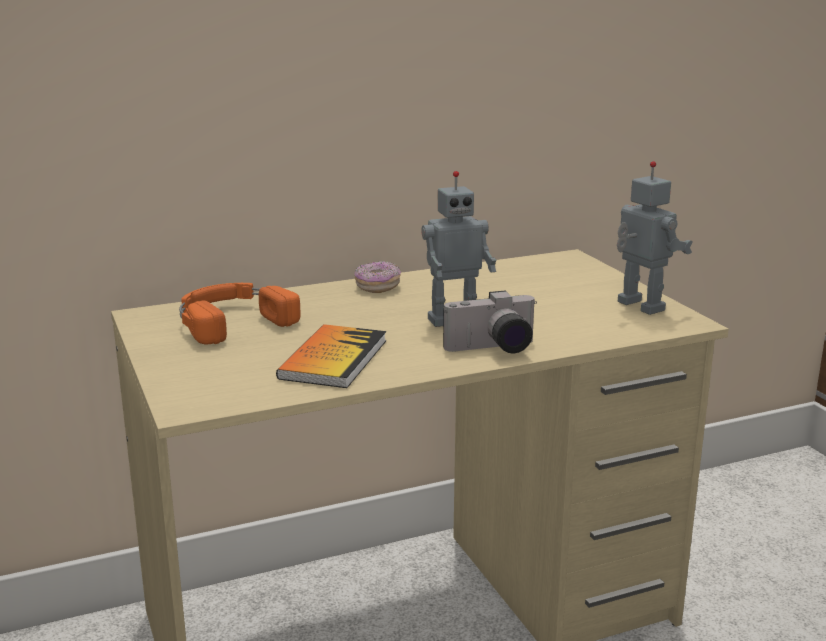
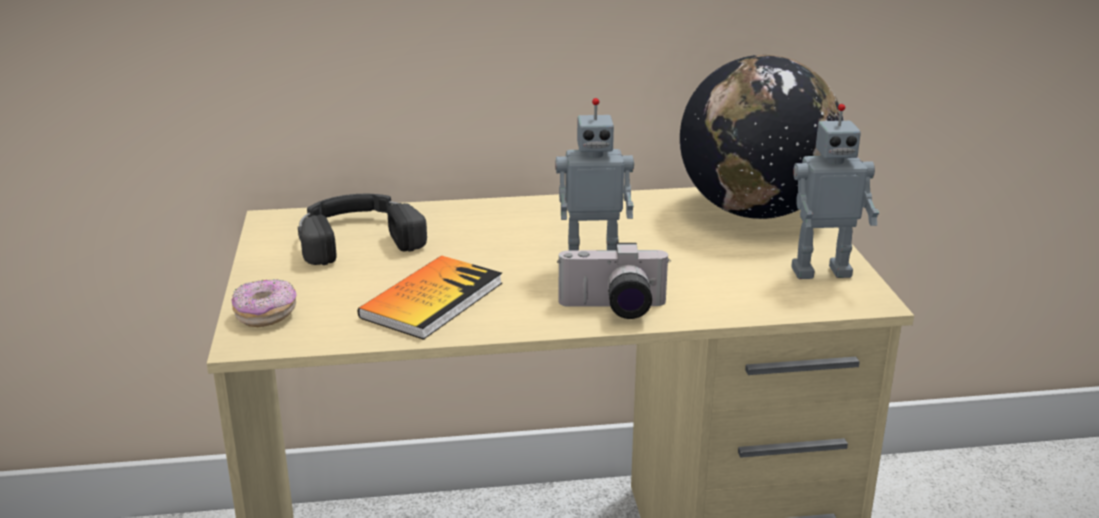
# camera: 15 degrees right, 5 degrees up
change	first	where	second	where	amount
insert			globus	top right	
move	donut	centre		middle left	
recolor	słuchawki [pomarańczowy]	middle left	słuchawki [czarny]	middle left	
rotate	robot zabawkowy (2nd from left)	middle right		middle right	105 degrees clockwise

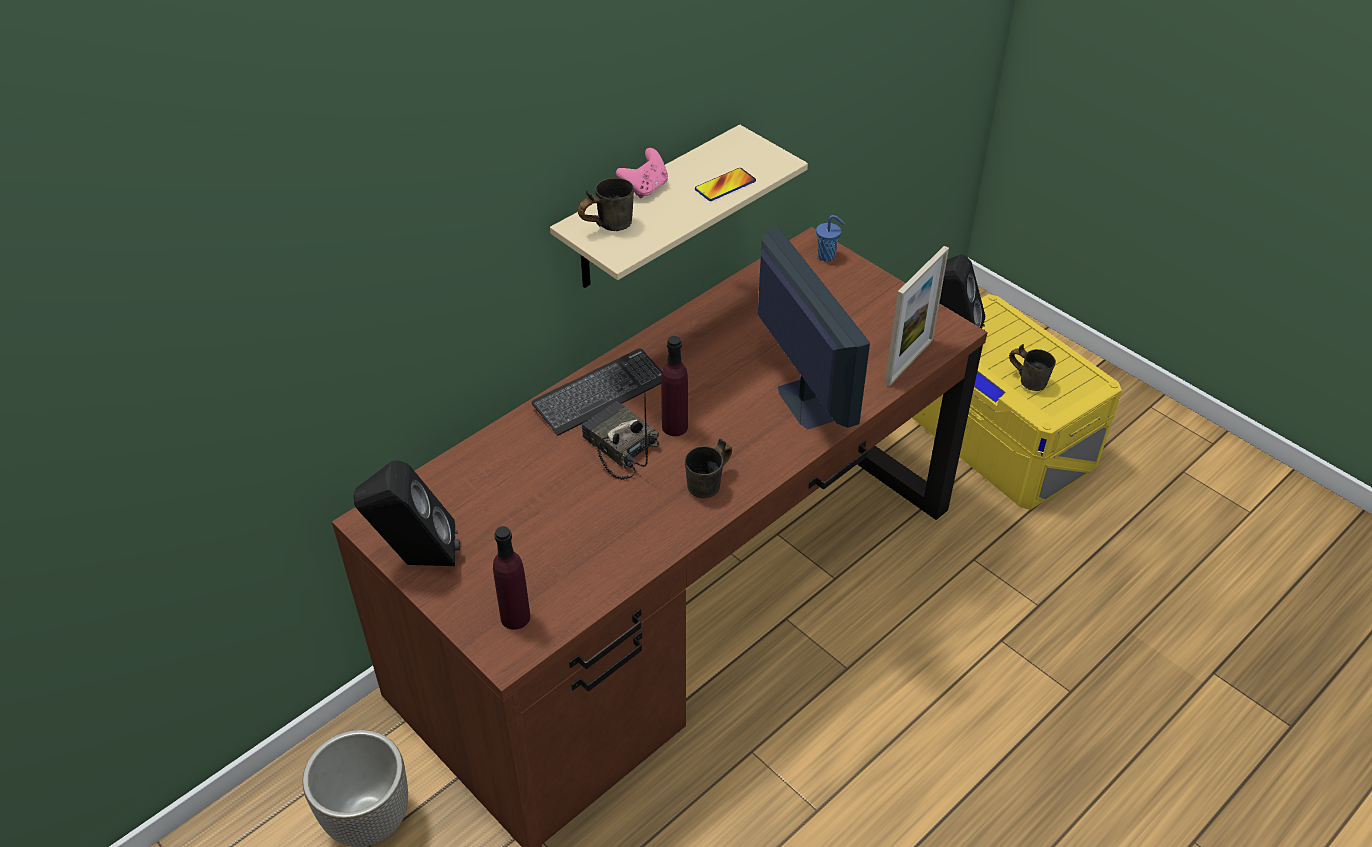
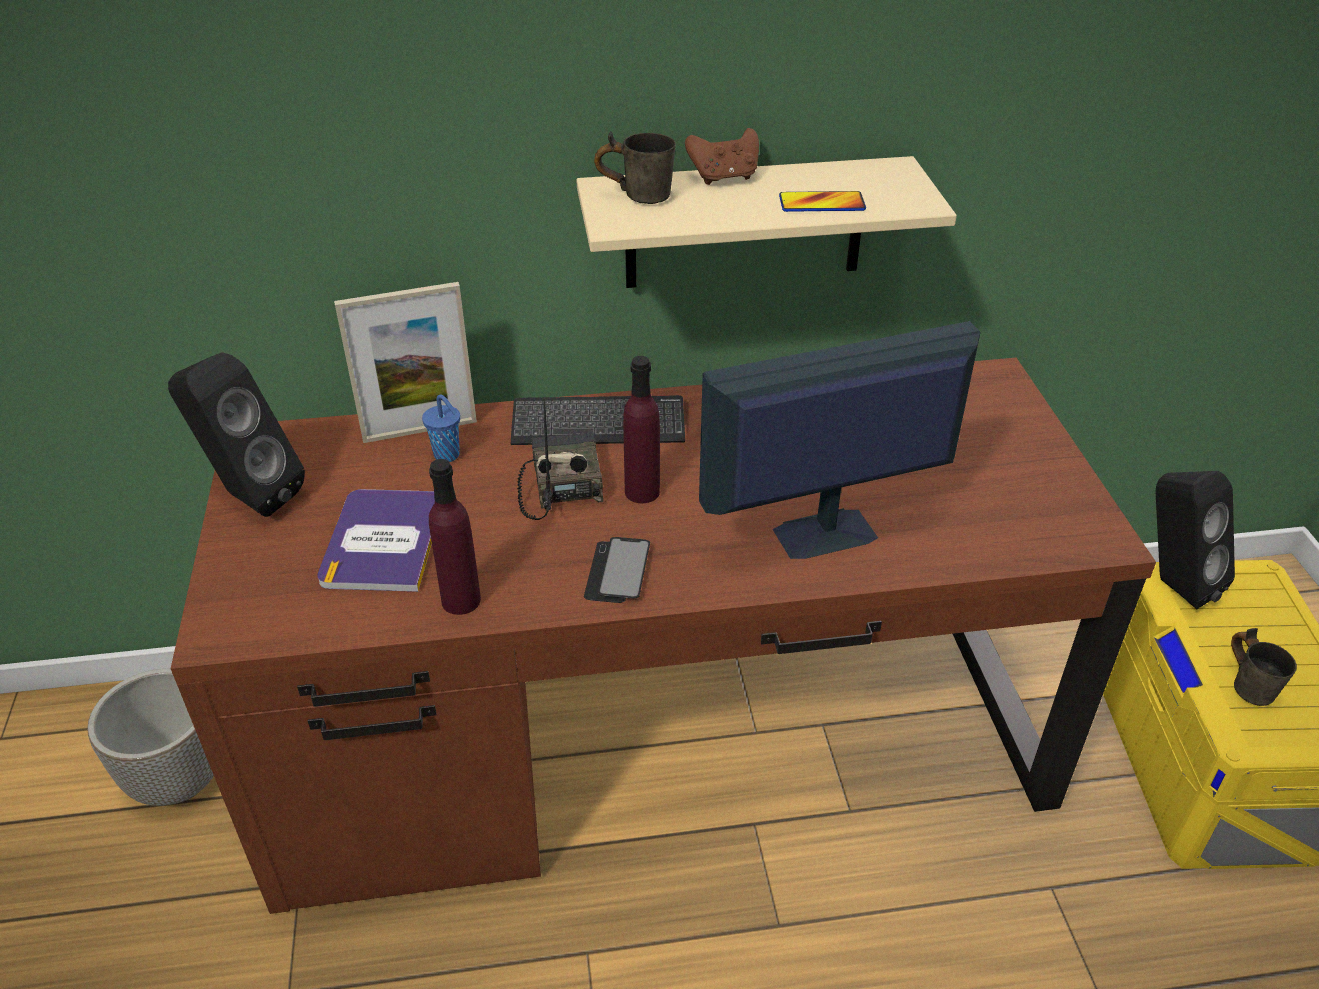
# camera: 35 degrees right, 5 degrees down
change	first	where	second	where	amount
insert			książka	middle left	
move	butelka [fioletowy] (1st from left)	bottom centre		centre	
move	filiżanka [niebieski]	top centre		centre	
move	ramka na zdjęcie	middle right		middle left	
replace	kubek [szary] (2nd from left)	centre	telefon (1st from left)	centre	
recolor	pad do gier [różowy]	top centre	pad do gier [brązowy]	top centre	
rotate	monitor	centre		centre	120 degrees counterclockwise

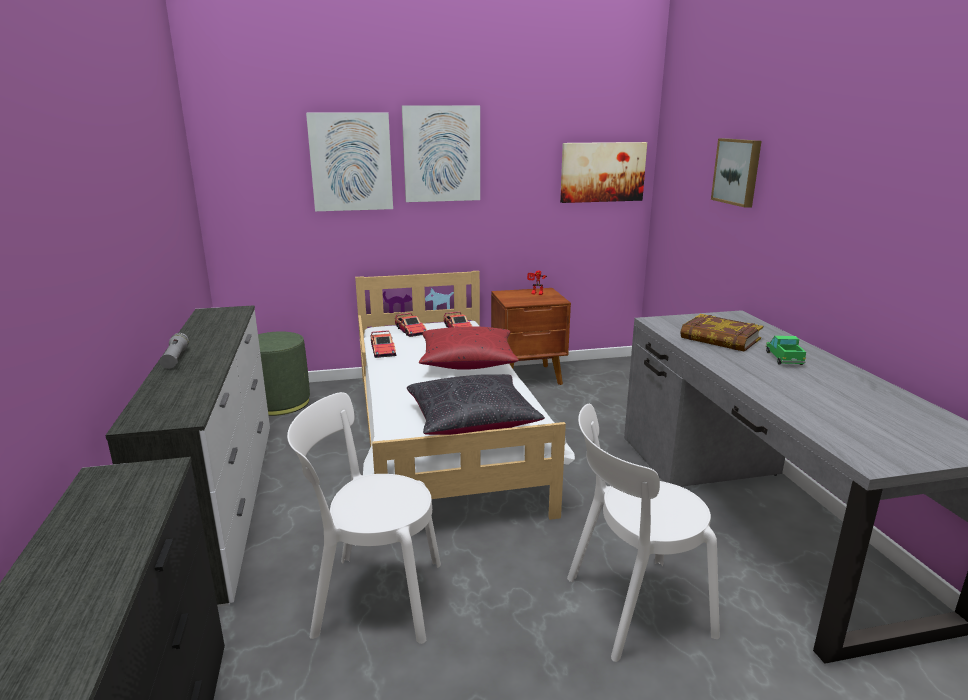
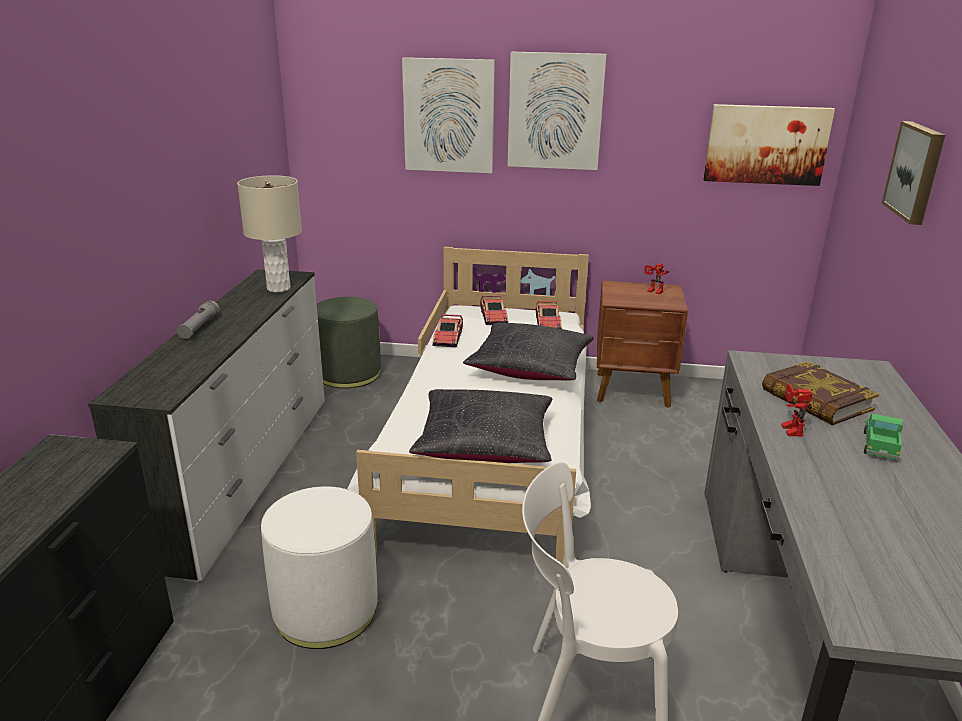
# camera: 20 degrees right, 5 degrees up
change	first	where	second	where	amount
insert			lampa stołowa [beżowy]	top left	
insert			robot zabawkowy (2nd from left)	middle right	
replace	krzesło [biały] (1st from left)	bottom centre	pufa [biały]	bottom left	
recolor	poduszka [czerwony]	centre	poduszka [czarny] (2nd from left)	centre	

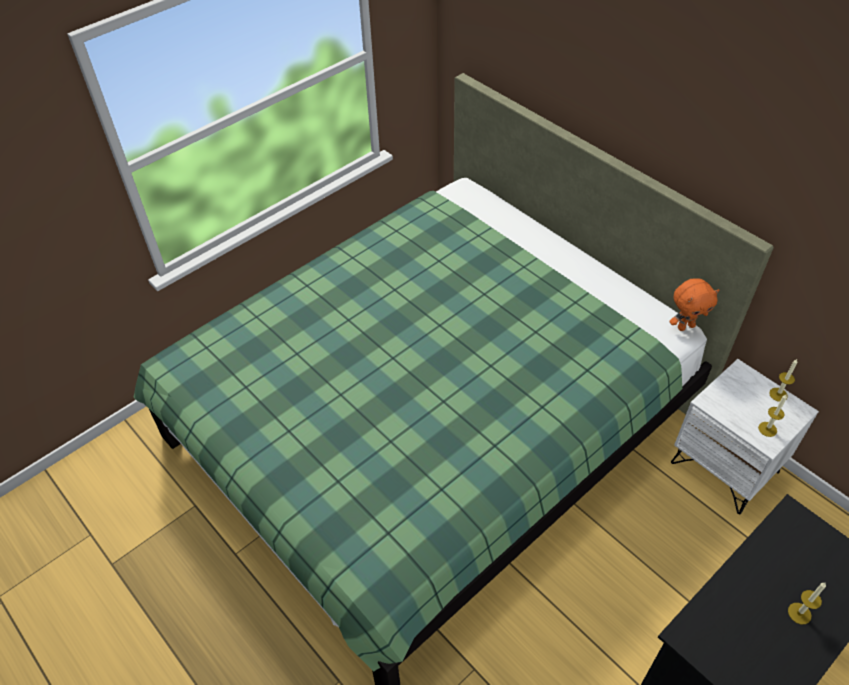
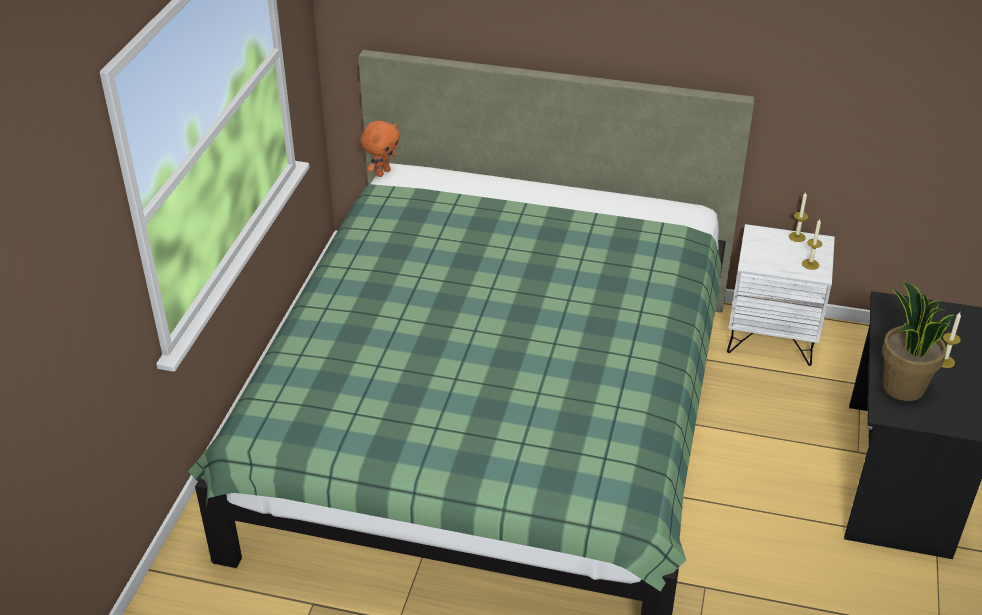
# camera: 35 degrees left, 10 degrees down
change	first	where	second	where	amount
insert			roślina doniczkowa	middle right	
move	pluszak [pomarańczowy]	middle right		top centre	

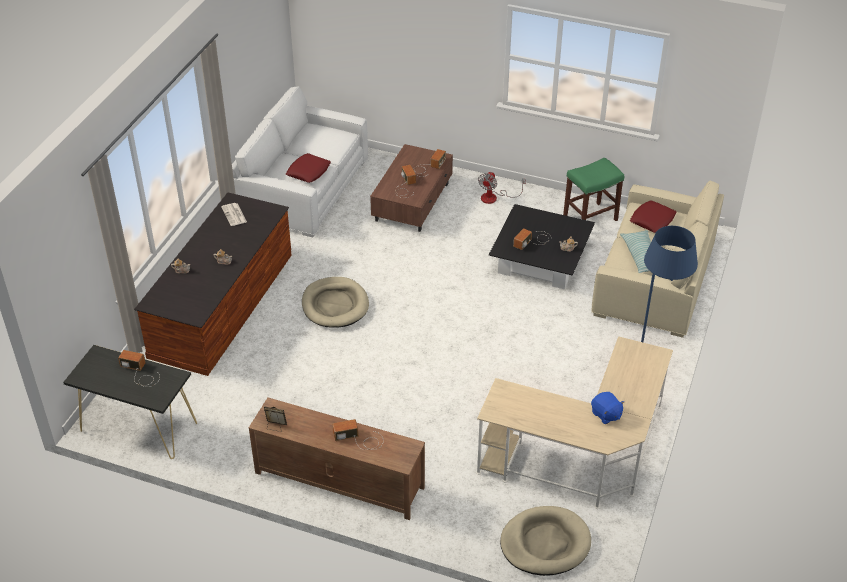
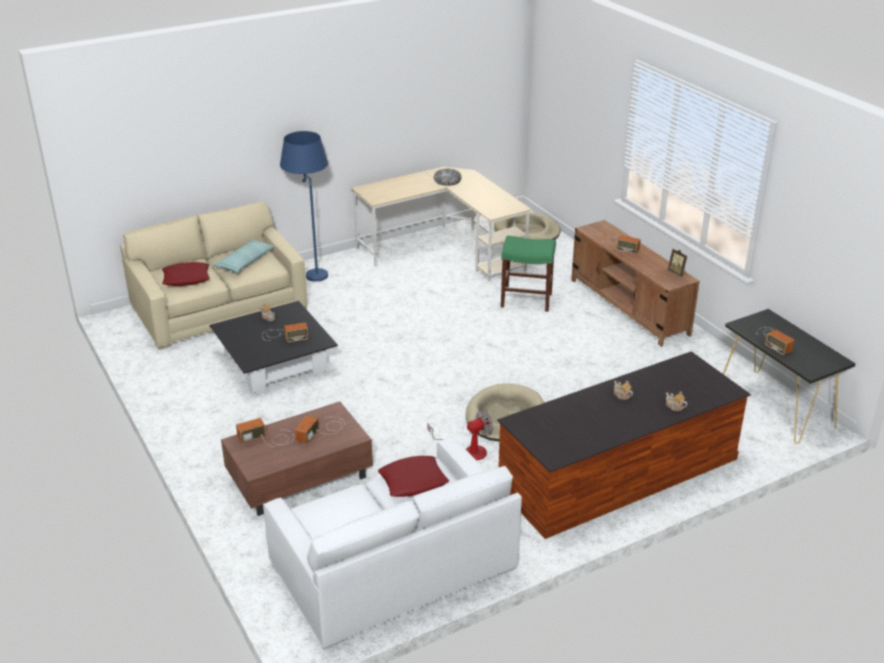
# camera: 140 degrees left, 10 degrees down
change	first	where	second	where	amount
delete	gazeta	middle left			
move	wentylator	top centre		centre	
move	stołek [zielony]	top right		centre	
replace	pluszak [niebieski]	bottom right	miska	top centre	

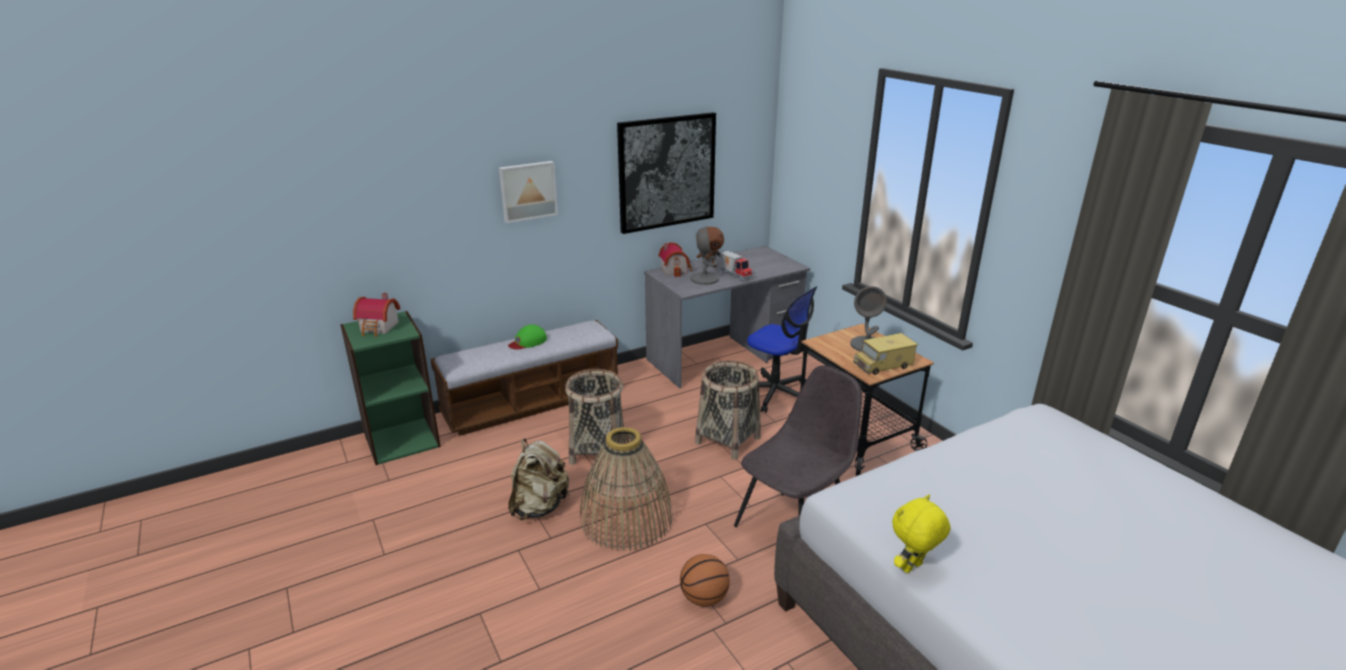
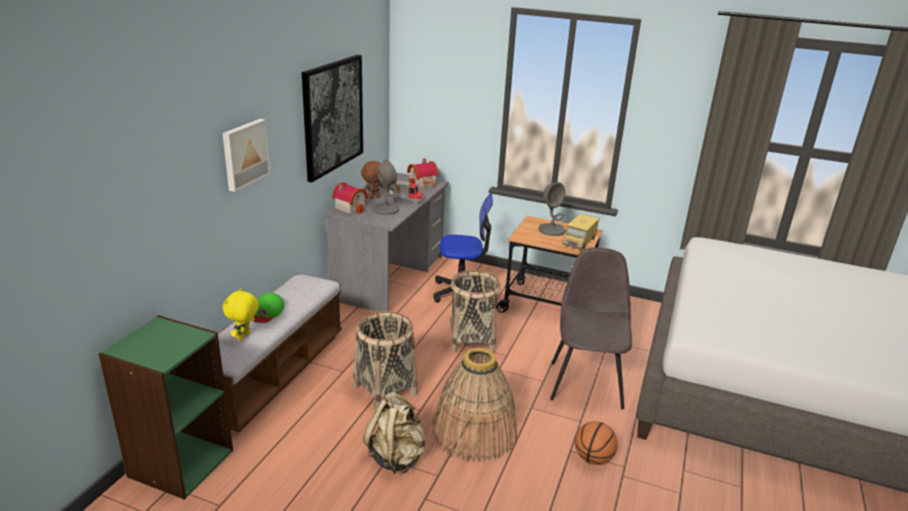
# camera: 40 degrees left, 0 degrees up
change	first	where	second	where	amount
move	domek (1st from left in the first image)	middle left	domek (2nd from left)	centre	
move	pluszak [żółty]	bottom right		middle left	

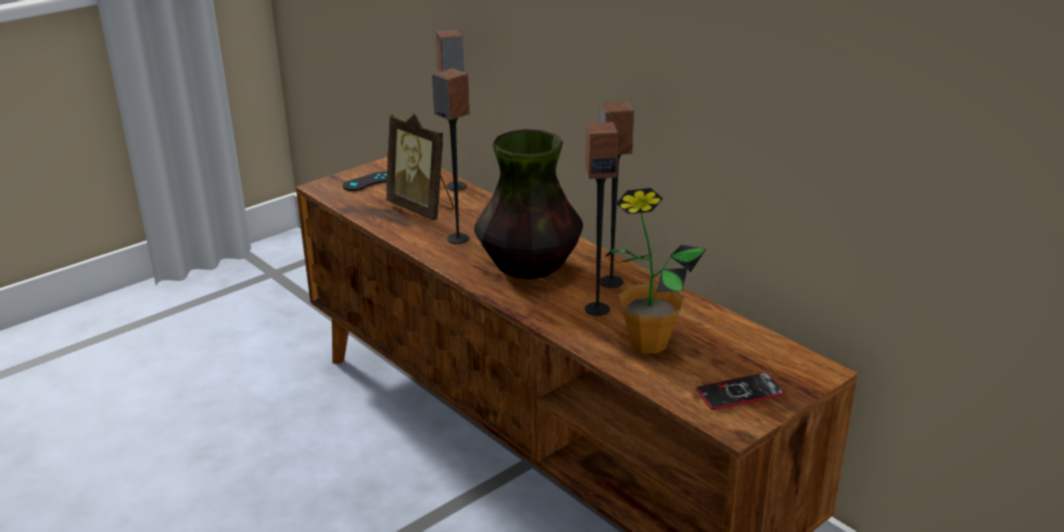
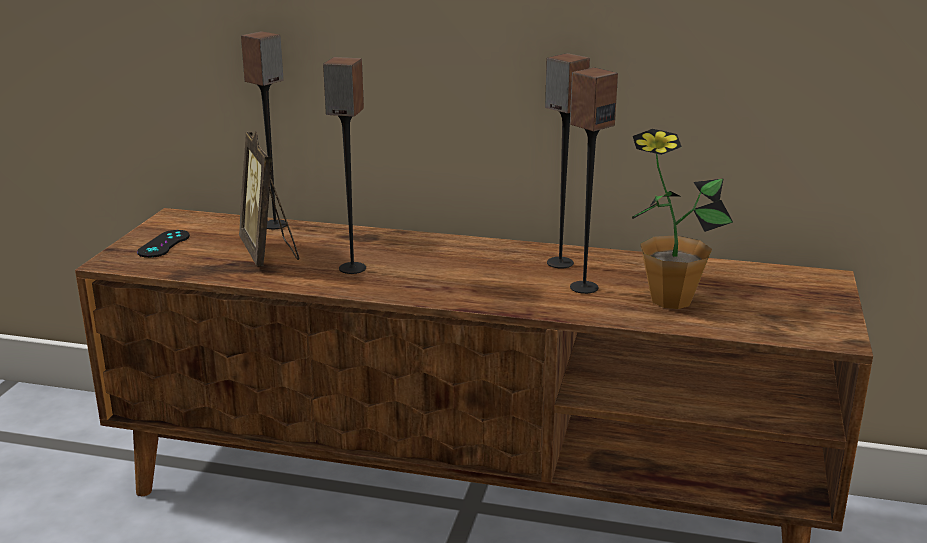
# camera: 35 degrees left, 5 degrees down
change	first	where	second	where	amount
delete	wazon	centre			
delete	telefon	bottom right			
rotate	ramka na zdjęcie	top centre		middle left	60 degrees clockwise

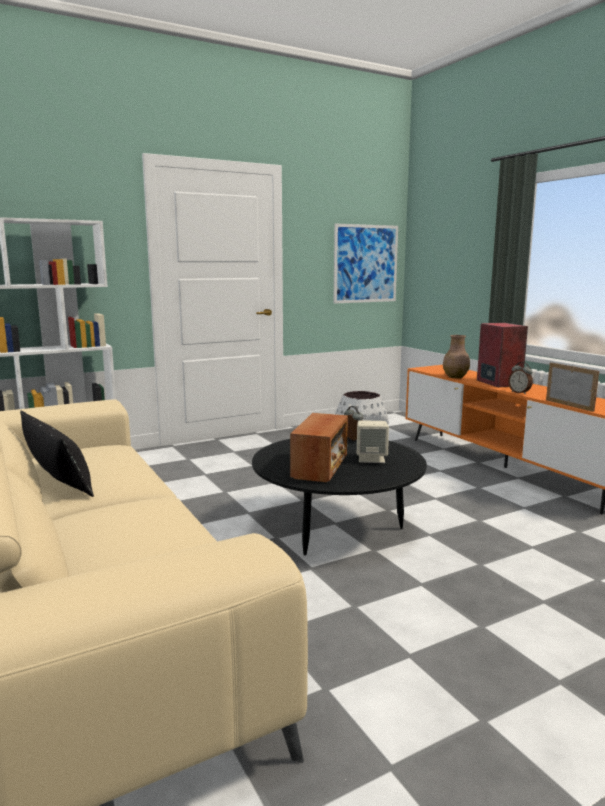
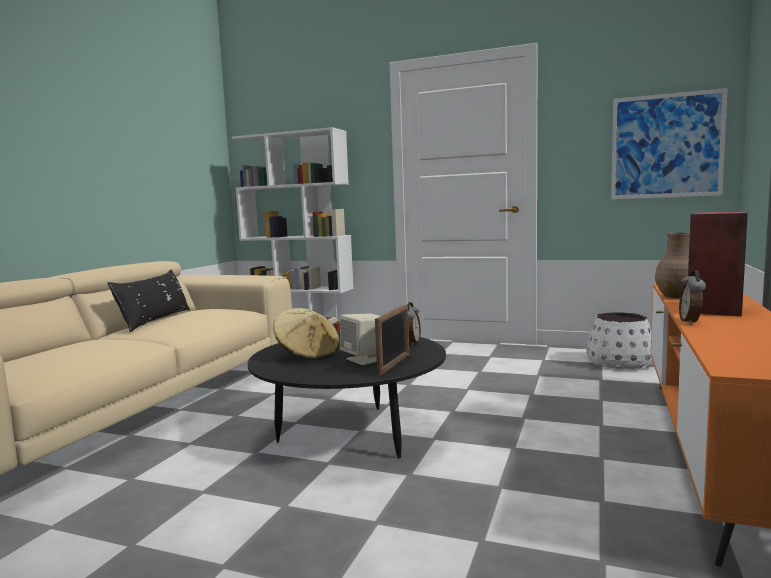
# camera: 50 degrees right, 5 degrees down
change	first	where	second	where	amount
move	ramka na zdjęcie	middle right		centre	
replace	radio	centre	kapelusz [beżowy]	centre	

